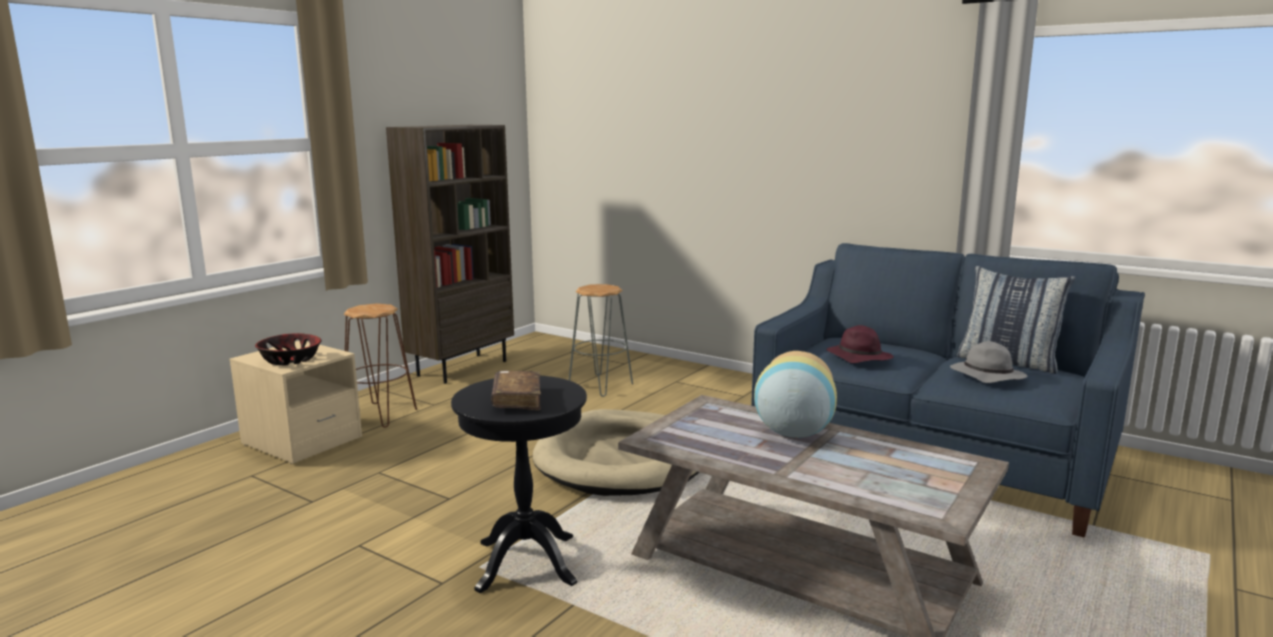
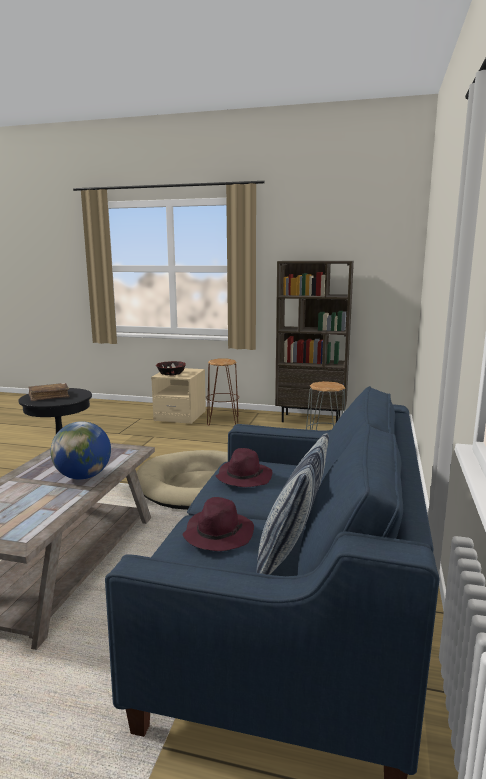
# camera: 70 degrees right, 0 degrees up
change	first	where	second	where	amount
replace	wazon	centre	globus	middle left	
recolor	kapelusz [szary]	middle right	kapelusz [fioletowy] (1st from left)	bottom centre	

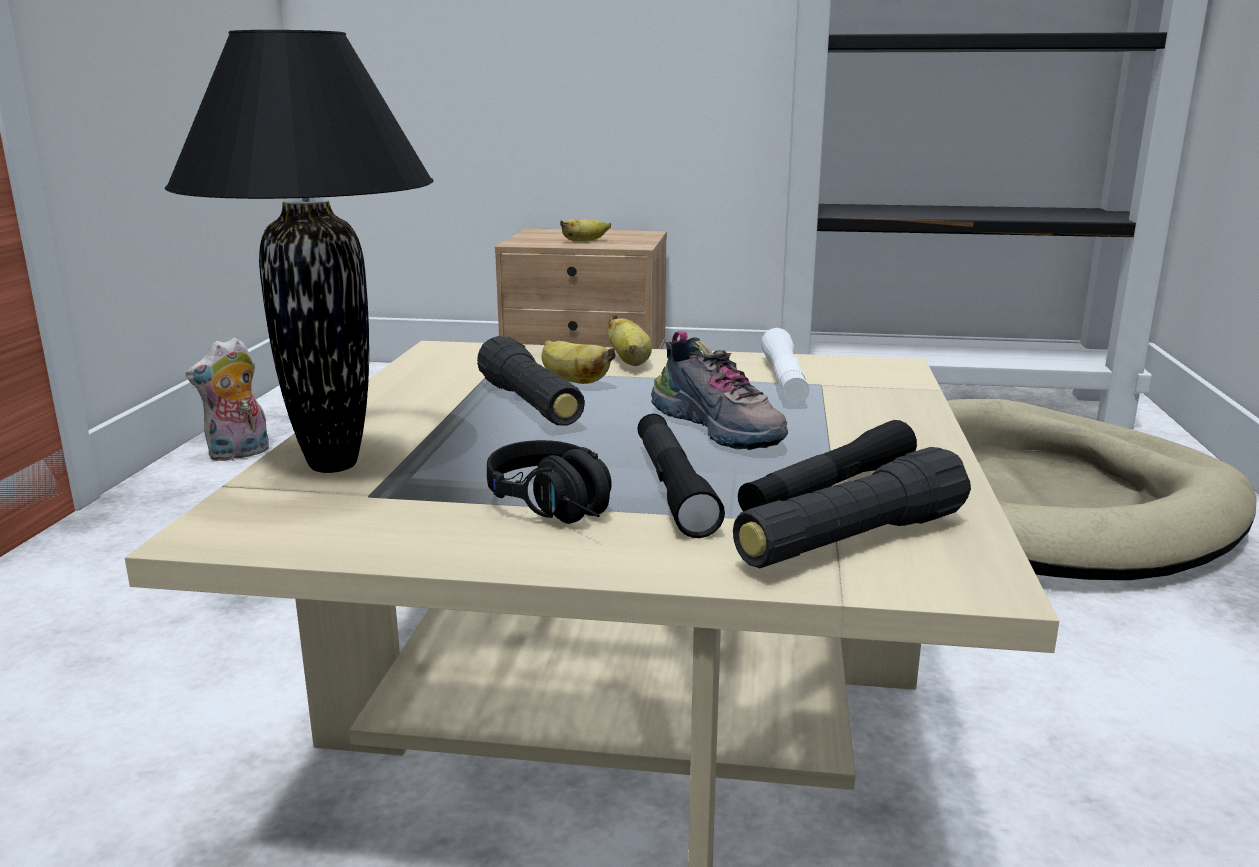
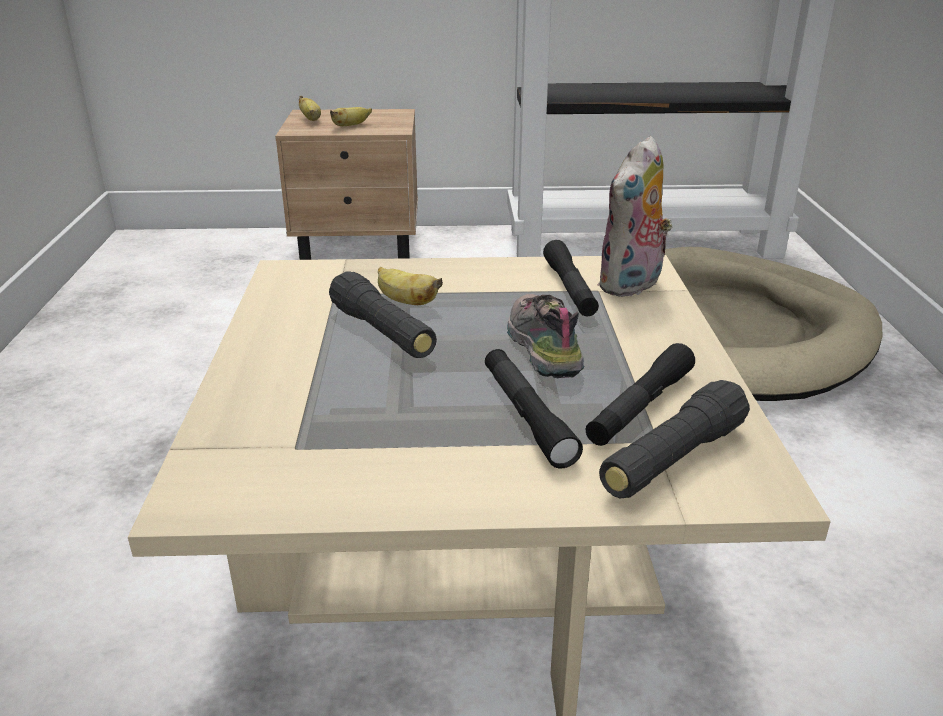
# camera: 10 degrees left, 10 degrees up
change	first	where	second	where	amount
delete	lampa stołowa [czarny]	top left			
delete	słuchawki [czarny]	centre			
move	pluszak	middle left		top right	
move	banan (3rd from left in the first image)	centre	banan (1st from left)	top left	
recolor	latarka [biały]	centre	latarka [czarny] (3rd from left)	centre	
rotate	but	centre		centre	150 degrees counterclockwise

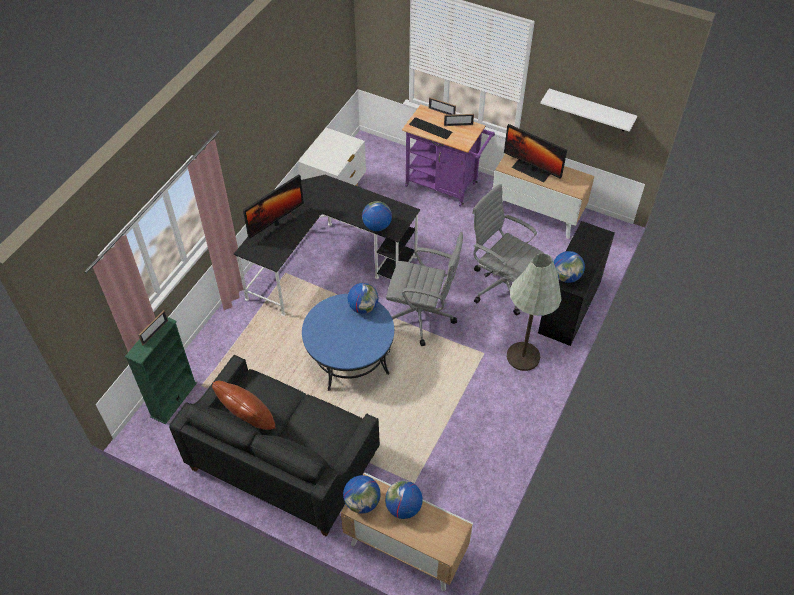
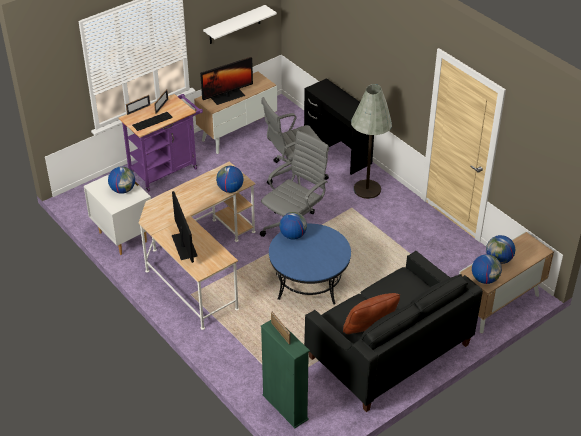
# camera: 65 degrees left, 10 degrees down
change	first	where	second	where	amount
move	globus (5th from left in the first image)	middle right	globus (1st from left)	middle left	
recolor	biurko [czarny] (1st from left)	centre	biurko [beżowy]	centre	

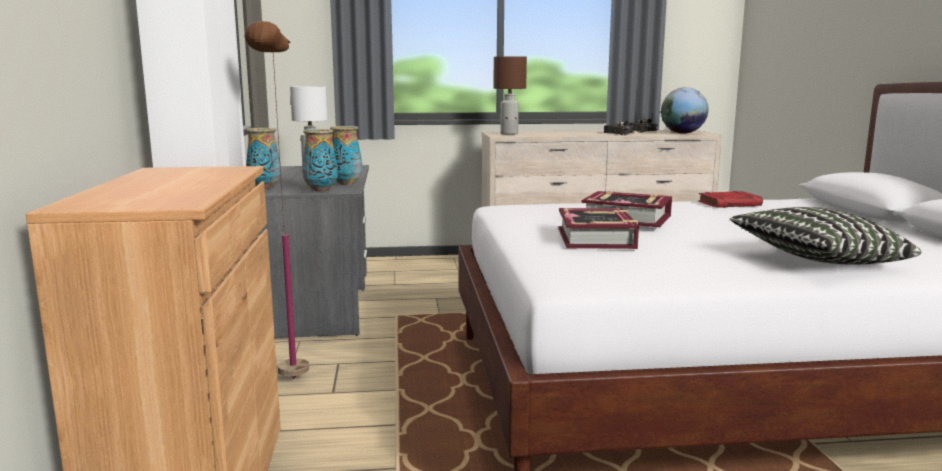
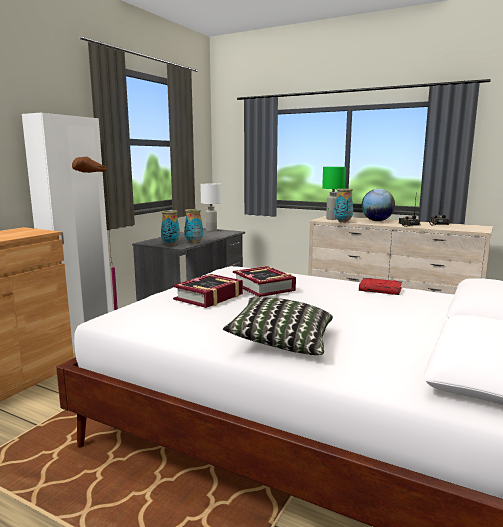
# camera: 35 degrees right, 0 degrees up
change	first	where	second	where	amount
move	wazon (1st from left in the first image)	middle left	wazon (3rd from left)	middle right	
move	globus	top right		middle right	
recolor	lampa stołowa [brązowy]	top centre	lampa stołowa [zielony]	centre	

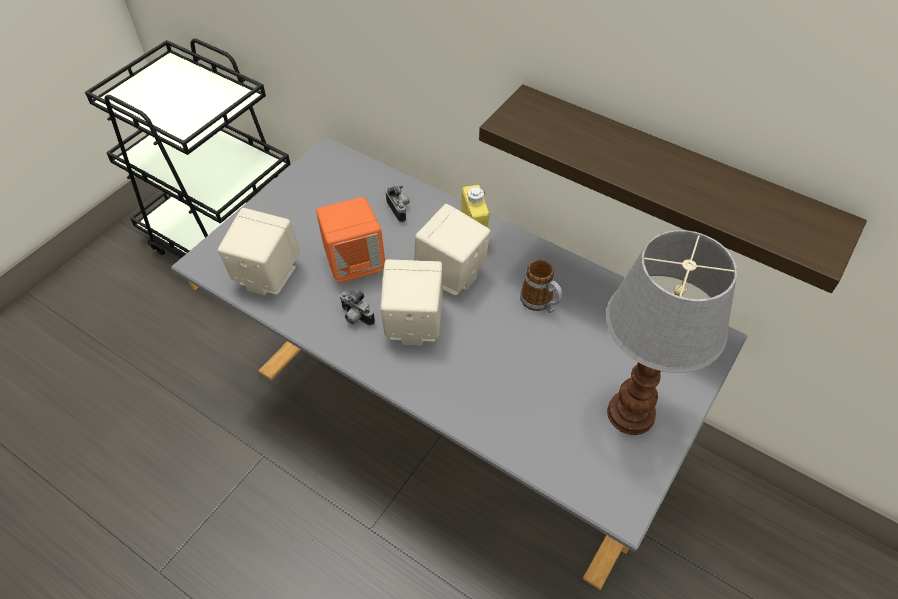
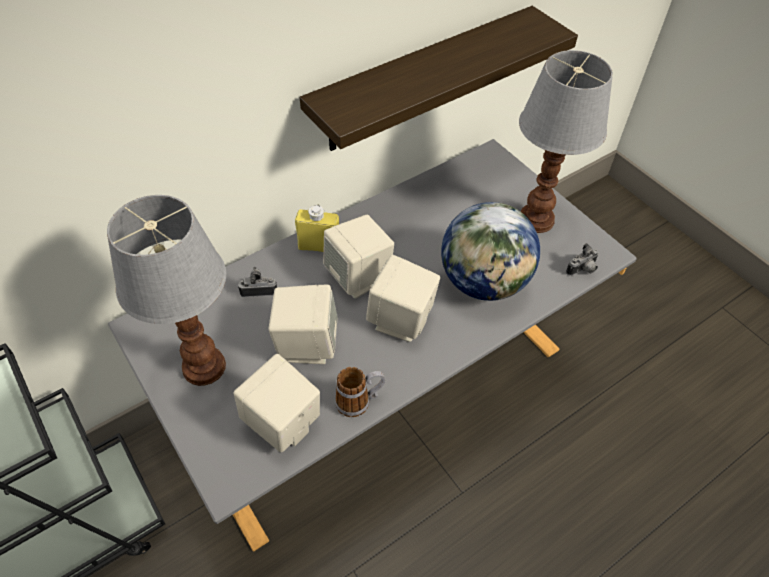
# camera: 70 degrees left, 0 degrees up
change	first	where	second	where	amount
insert			lampa stołowa (1st from left)	middle left	
insert			globus	centre	
move	aparat fotograficzny (1st from left in the first image)	centre	aparat fotograficzny (2nd from left)	middle right	
move	kubek	centre		bottom centre	
recolor	głośnik [pomarańczowy]	centre	głośnik [beżowy] (2nd from left)	centre	

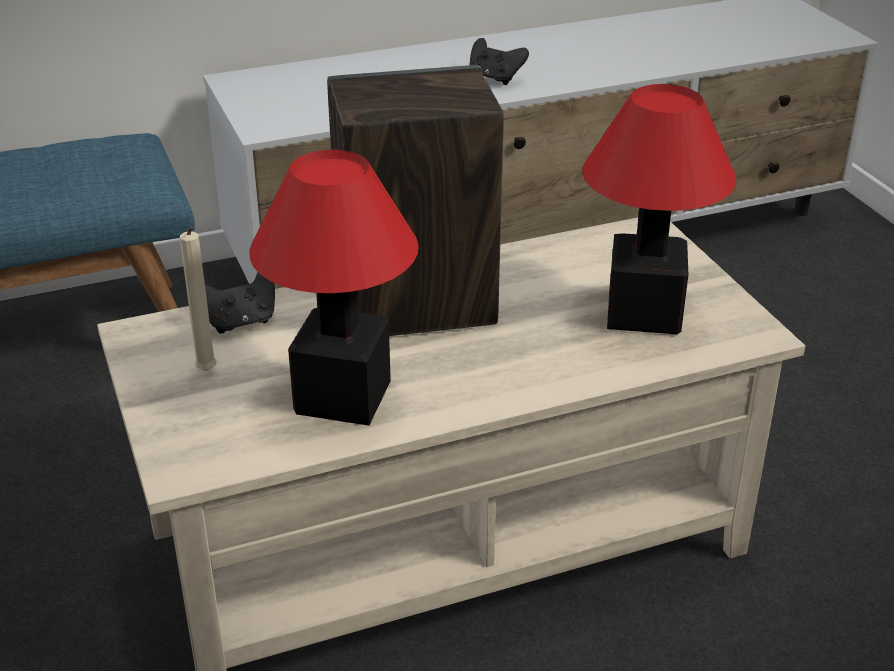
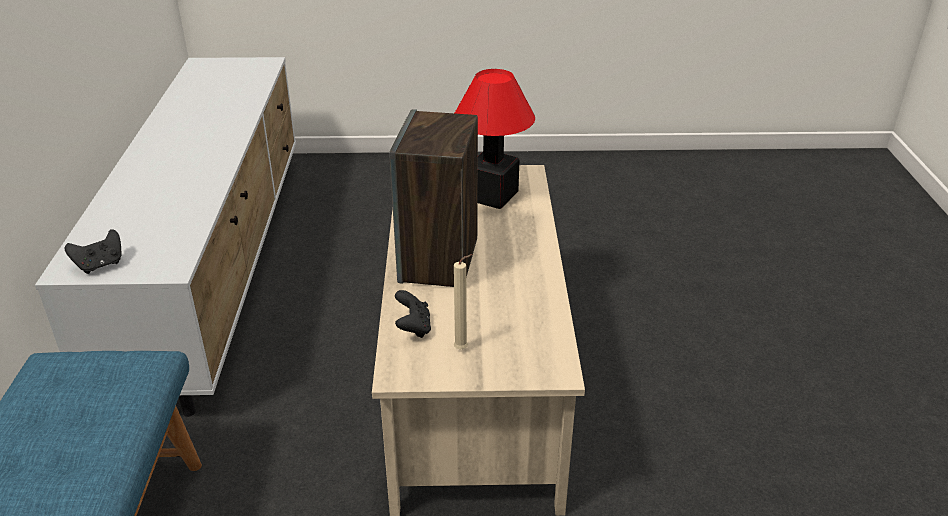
# camera: 70 degrees left, 0 degrees up
change	first	where	second	where	amount
delete	lampa stołowa (1st from left)	centre			
move	pad do gier [czarny] (2nd from left in the first image)	top centre	pad do gier [czarny] (1st from left)	middle left	

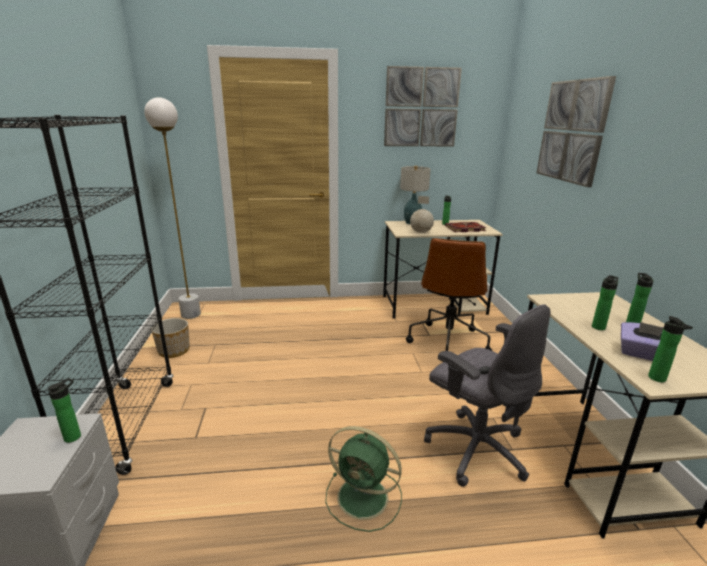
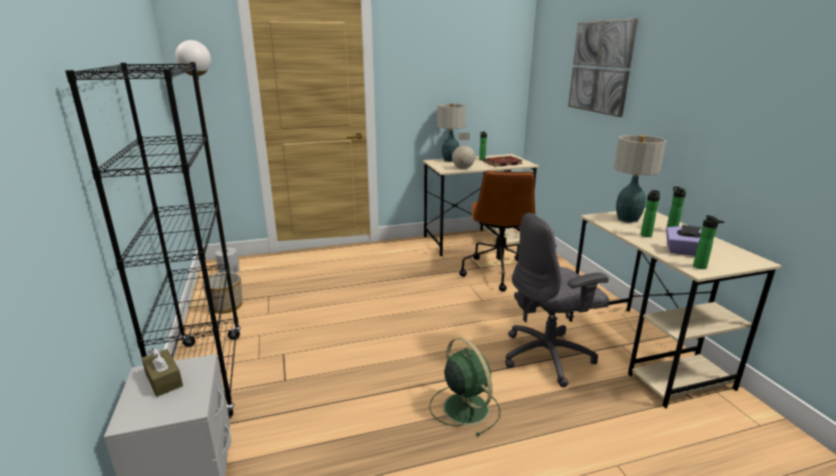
# camera: 10 degrees left, 0 degrees up
change	first	where	second	where	amount
delete	butelka (1st from left)	bottom left			
delete	obraz (1st from left)	top centre			
insert			pudełko chusteczek [brązowy]	bottom left	
insert			lampa stołowa (2nd from left)	middle right	
rotate	wentylator [zielony]	bottom centre		bottom centre	135 degrees counterclockwise
rotate	krzesło biurowe [szary]	bottom right		centre	120 degrees clockwise

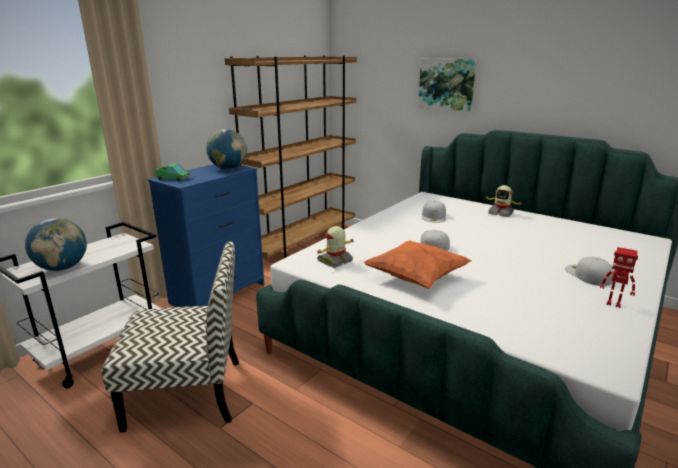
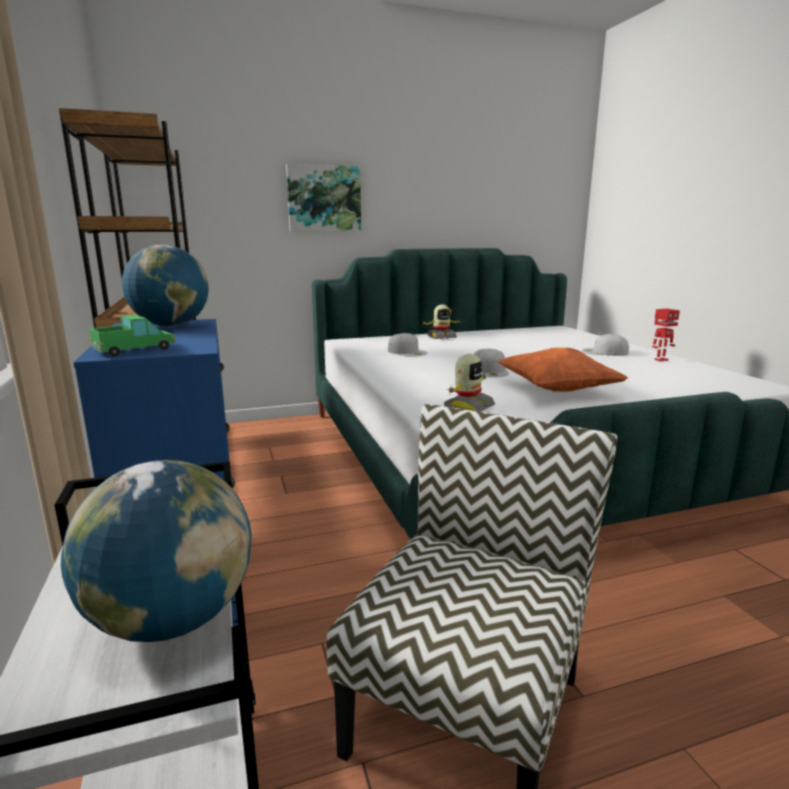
# camera: 55 degrees left, 5 degrees down
change	first	where	second	where	amount
rotate	robot zabawkowy (1st from left in the first image)	centre	robot zabawkowy (2nd from left)	centre	135 degrees counterclockwise

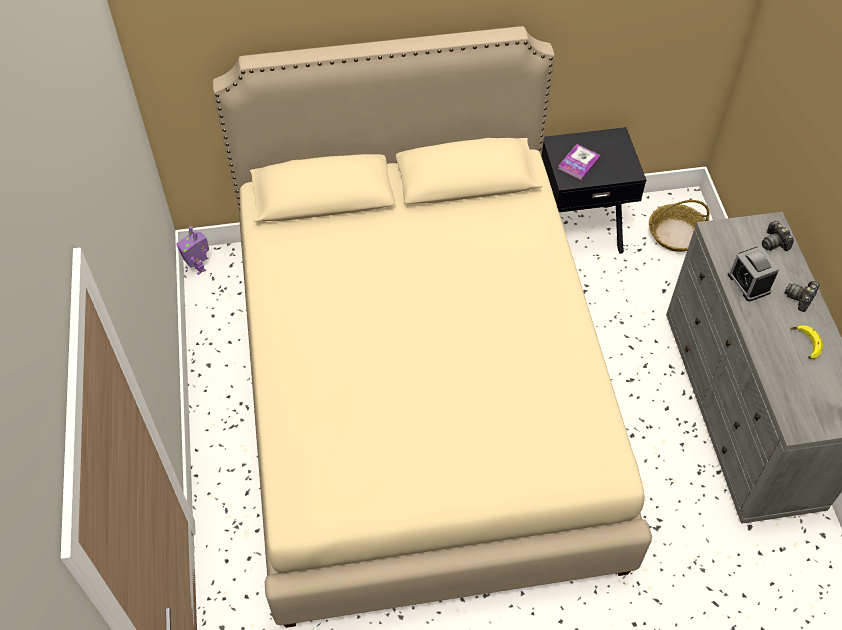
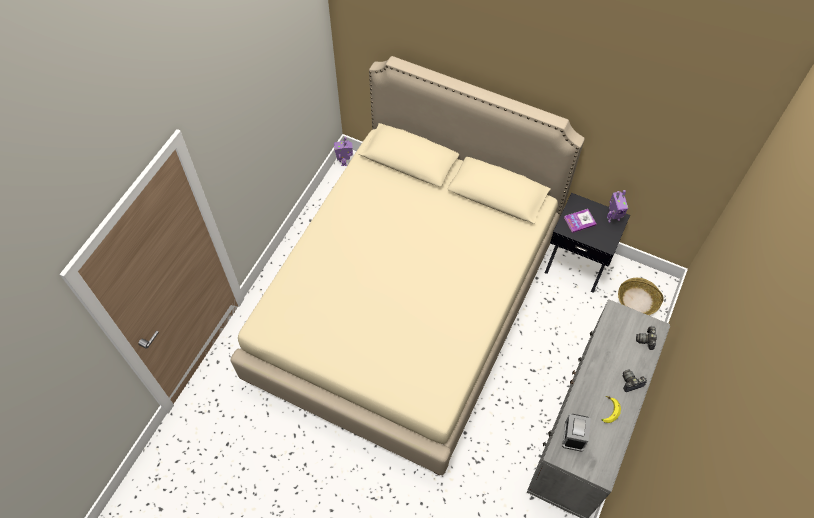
# camera: 35 degrees right, 5 degrees up
change	first	where	second	where	amount
insert			robot zabawkowy (2nd from left)	middle right	
move	budzik	middle right		bottom right	

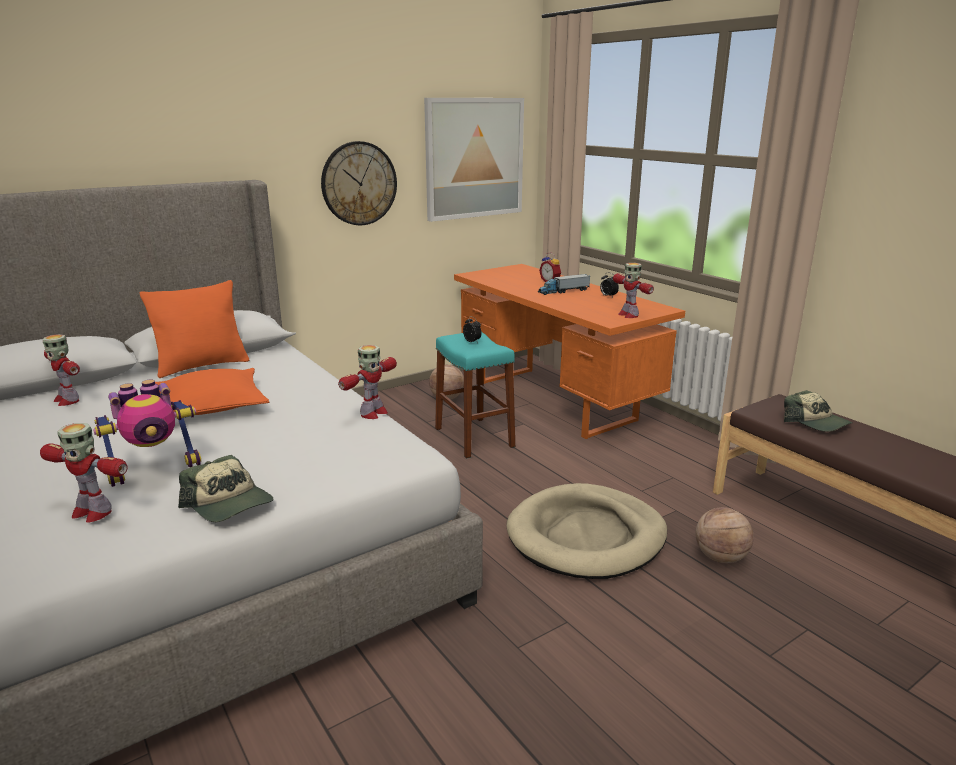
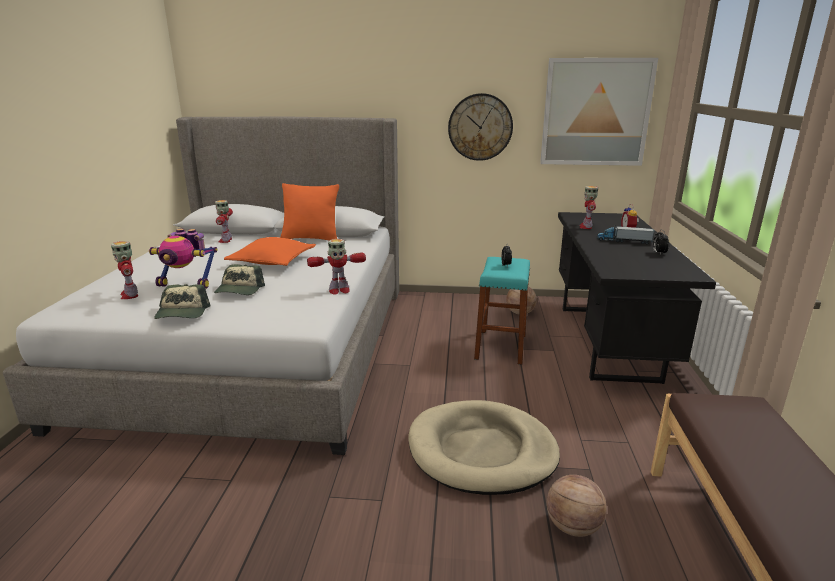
# camera: 40 degrees right, 0 degrees up
change	first	where	second	where	amount
move	robot zabawkowy (5th from left)	centre		middle right	
move	czapka z daszkiem (2nd from left)	middle right		middle left	
recolor	biurko [pomarańczowy]	centre	biurko [czarny]	middle right	

